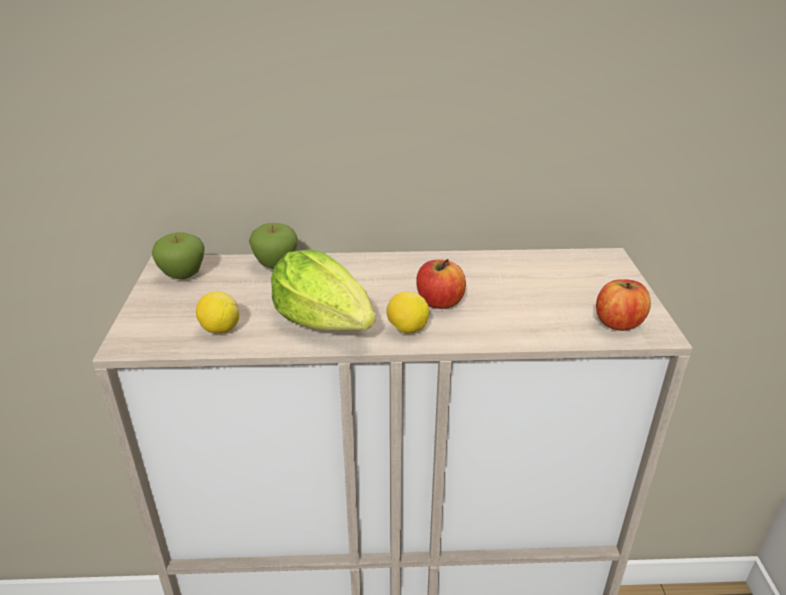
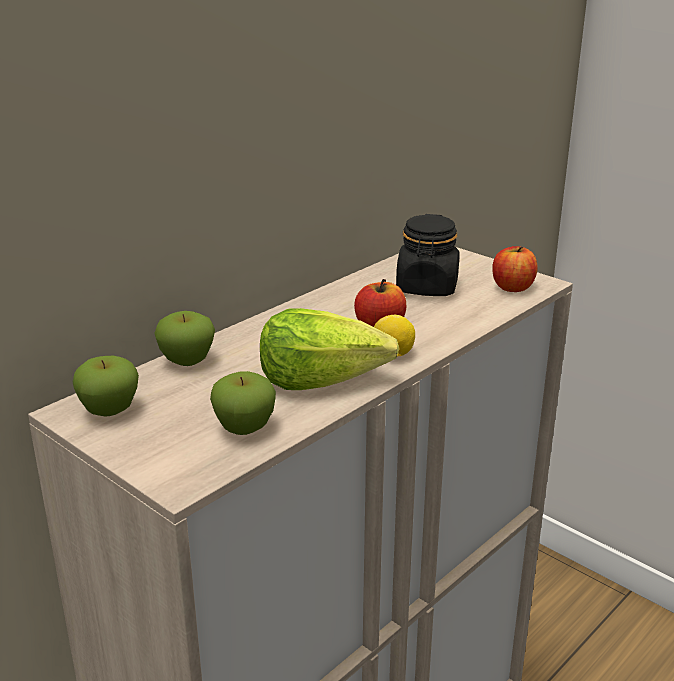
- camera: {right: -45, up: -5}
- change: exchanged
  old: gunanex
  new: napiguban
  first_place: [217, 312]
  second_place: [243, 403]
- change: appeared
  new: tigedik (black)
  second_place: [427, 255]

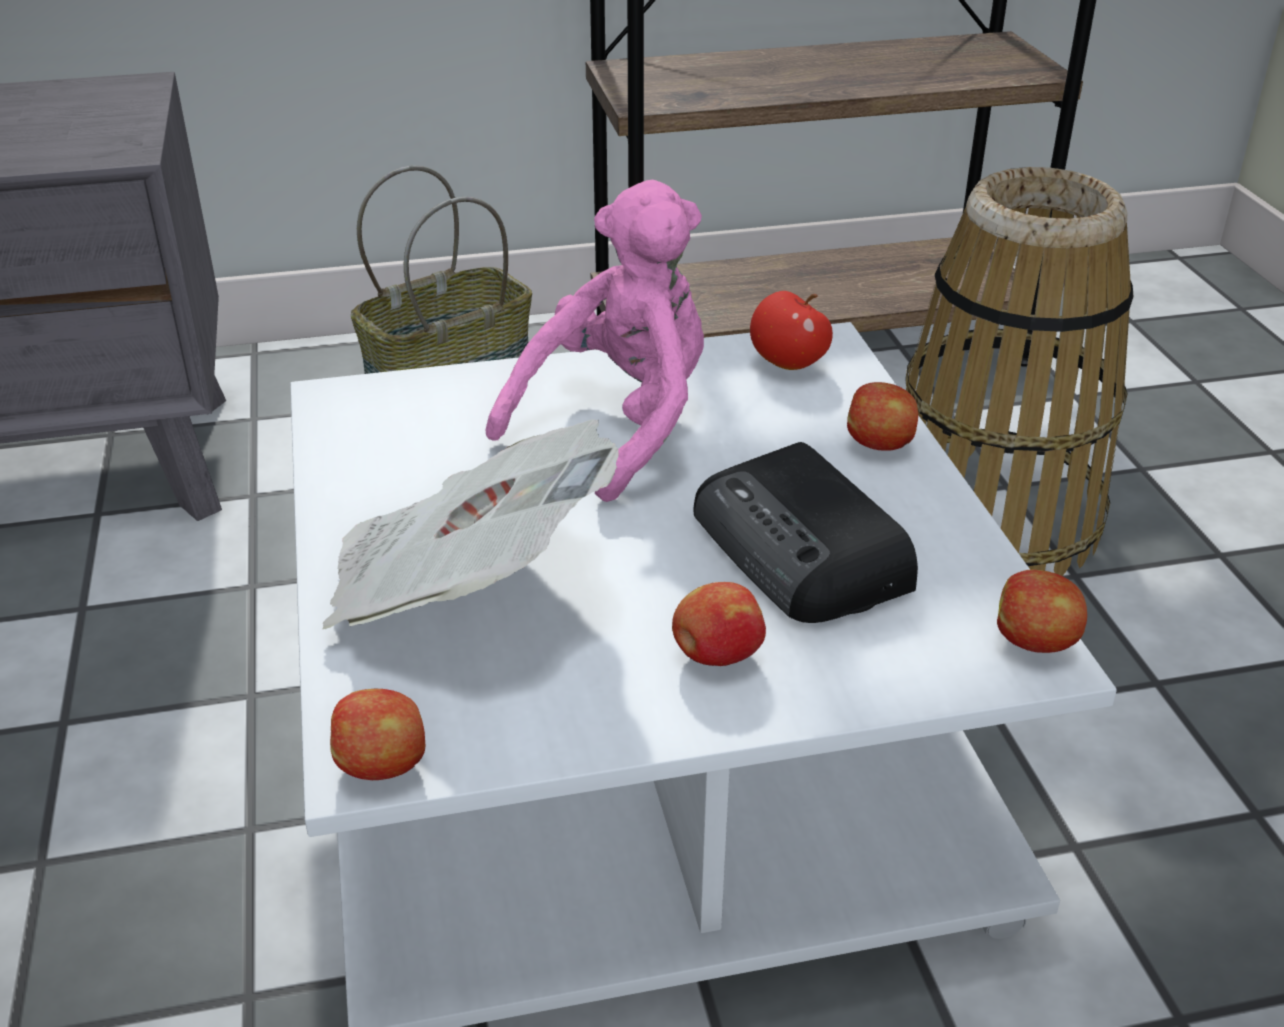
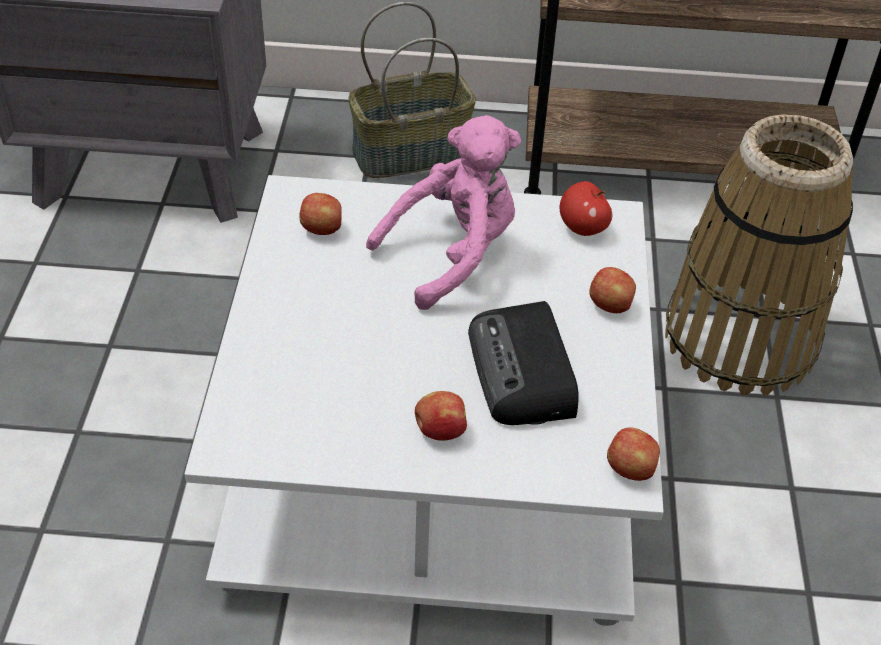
- camera: {right: 15, up: 10}
- change: relocated
  old: napiguban
  first_place: [378, 734]
  second_place: [320, 214]
- change: missing
  old: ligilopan
  first_place: [470, 524]

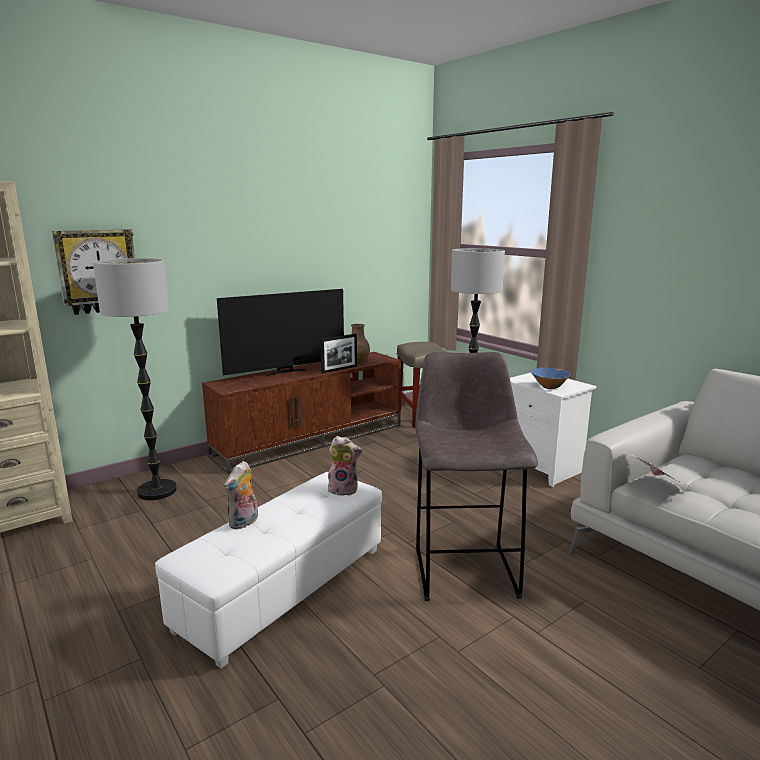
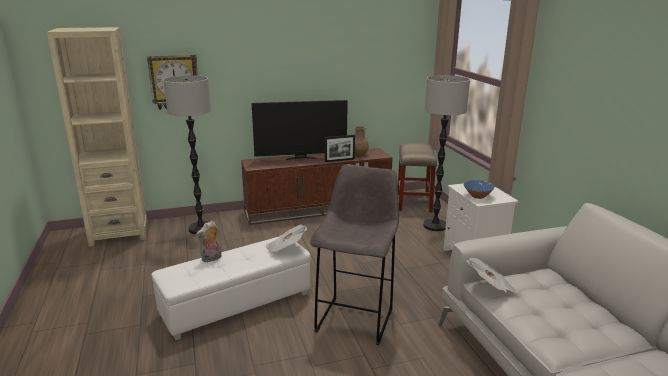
- camera: {right: 20, up: 5}
- change: exchanged
  old: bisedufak
  new: ligilopan
  first_place: [345, 466]
  second_place: [286, 239]

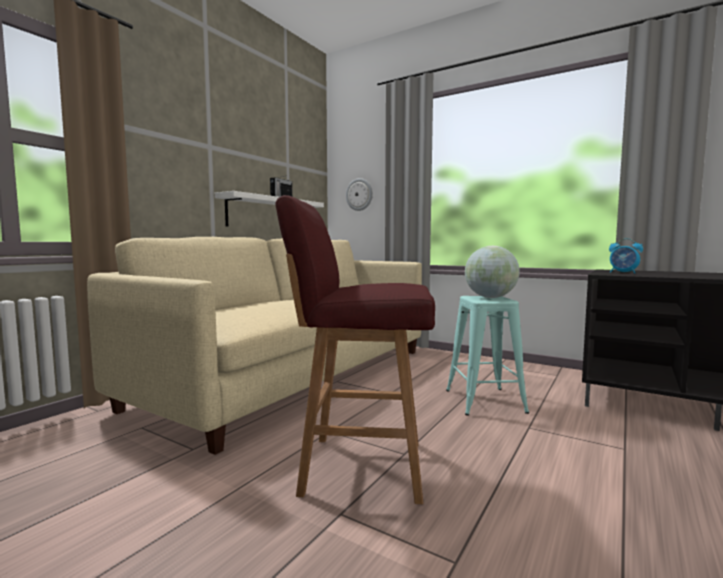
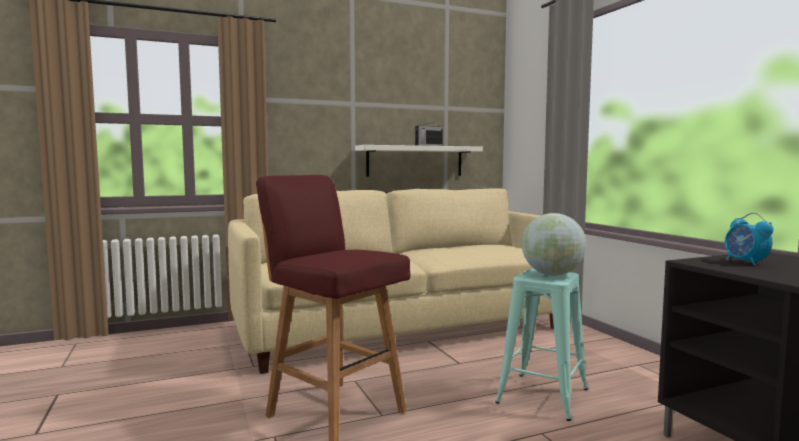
- camera: {right: 35, up: 0}
- change: missing
  old: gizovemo
  first_place: [359, 194]

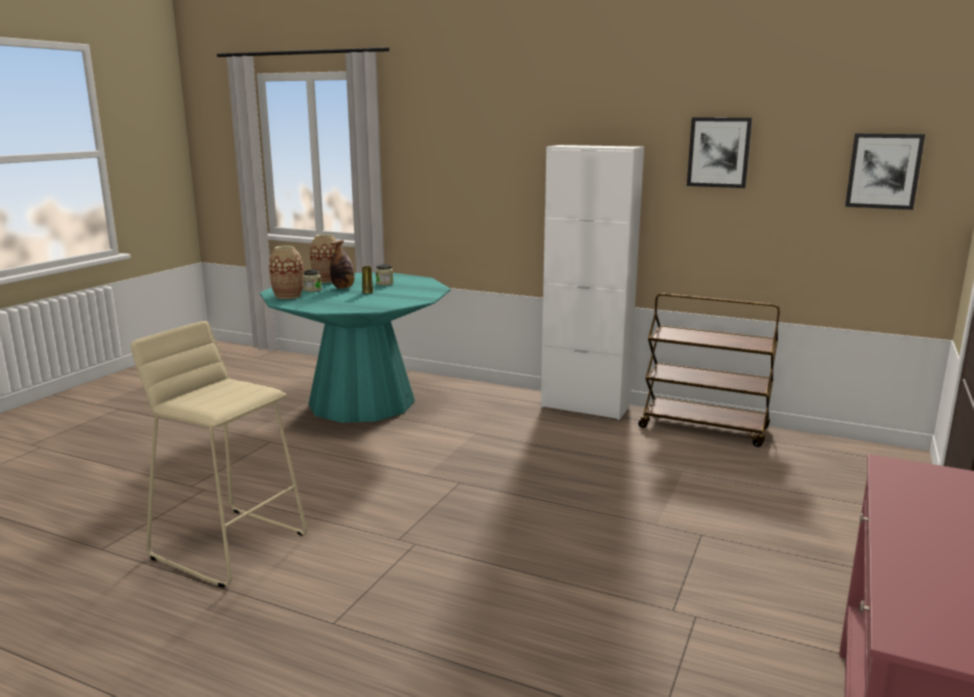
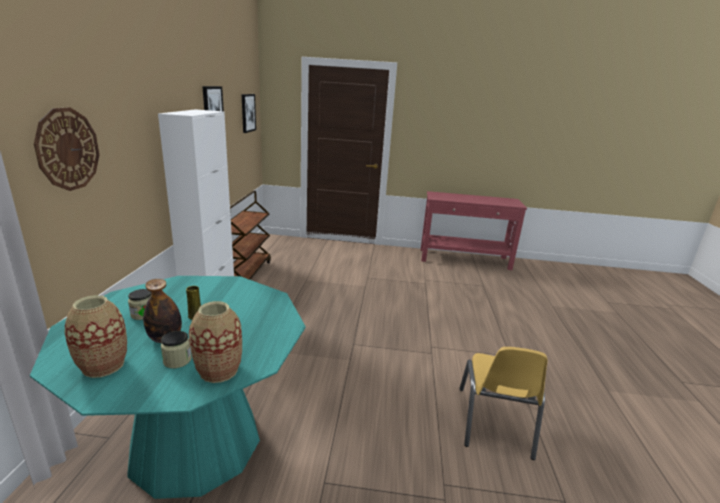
- camera: {right: -110, up: 5}
- change: appeared
  new: gizovemo
  second_place: [67, 149]
- change: exchanged
  old: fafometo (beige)
  new: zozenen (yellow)
  first_place: [219, 454]
  second_place: [504, 403]

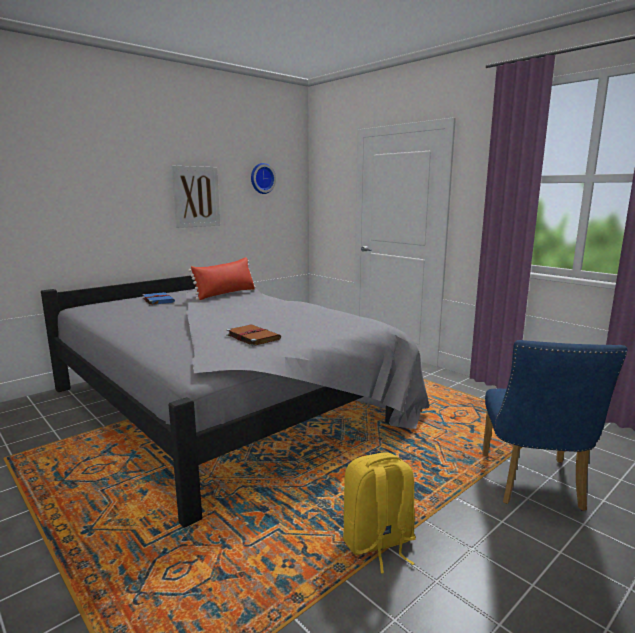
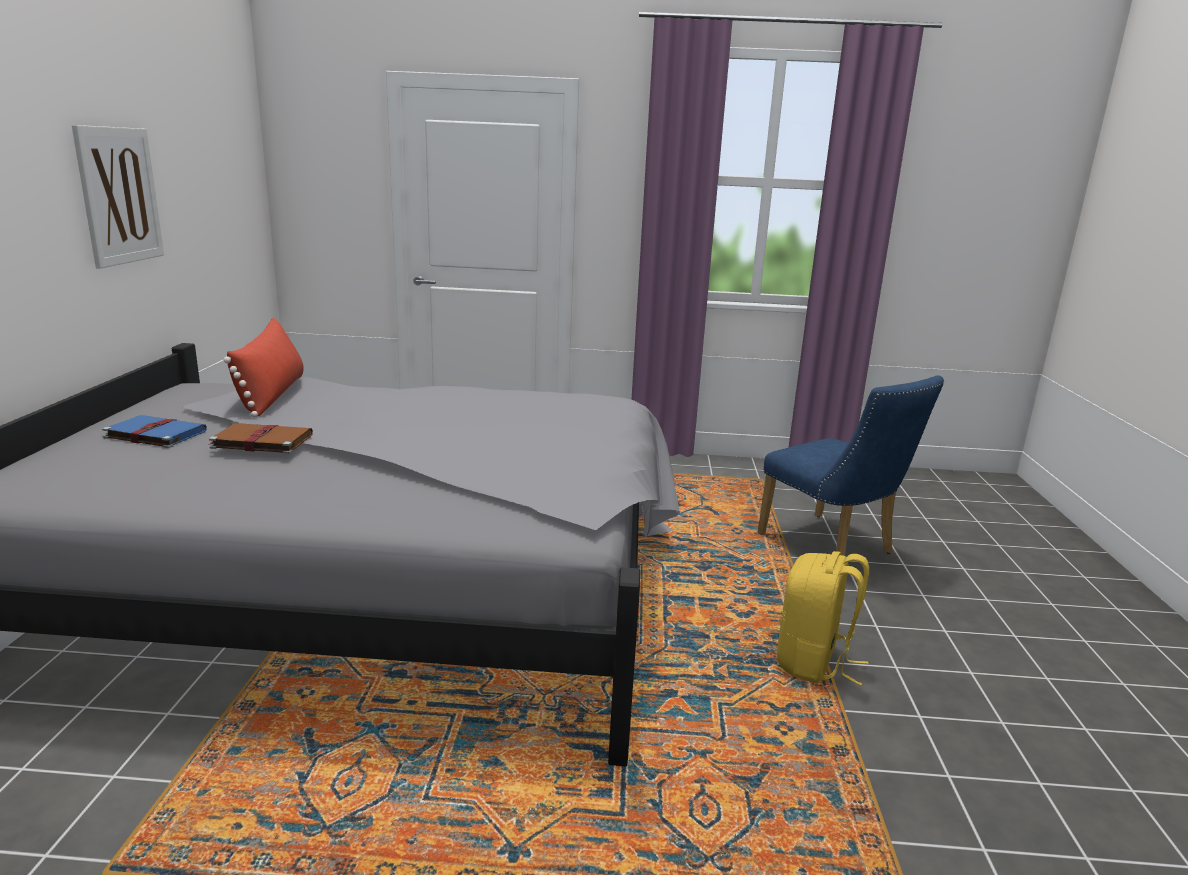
- camera: {right: -45, up: 5}
- change: relocated
  old: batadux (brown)
  first_place: [253, 336]
  second_place: [261, 438]
- change: missing
  old: gizovemo
  first_place: [263, 178]

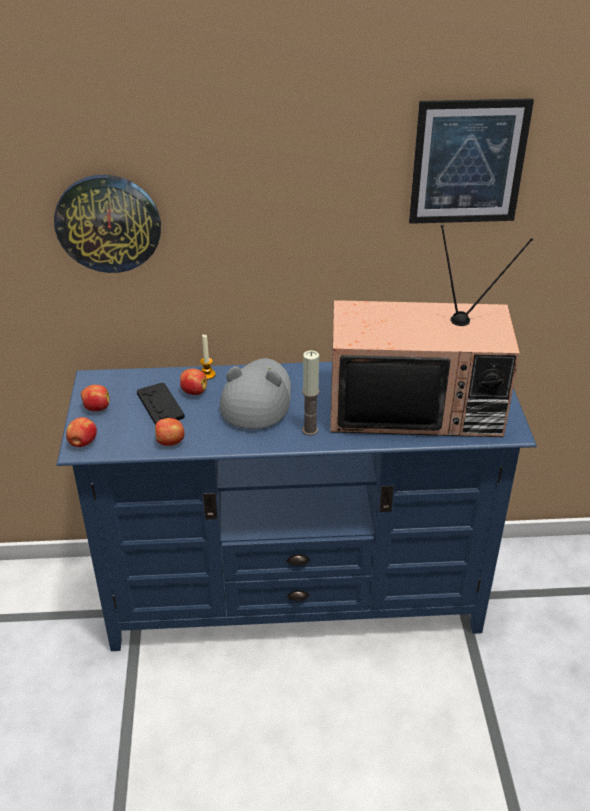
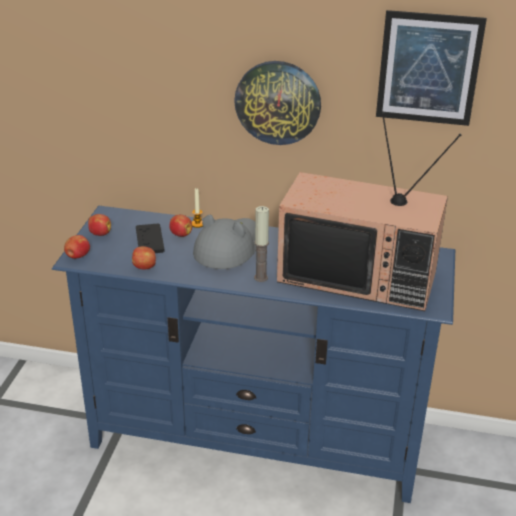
- camera: {right: 15, up: -5}
- change: relocated
  old: gizovemo
  first_place: [107, 224]
  second_place: [277, 103]

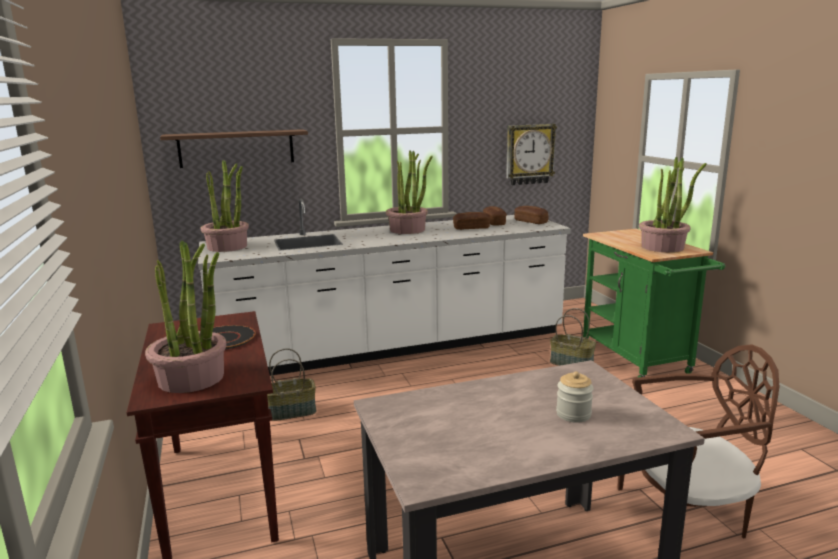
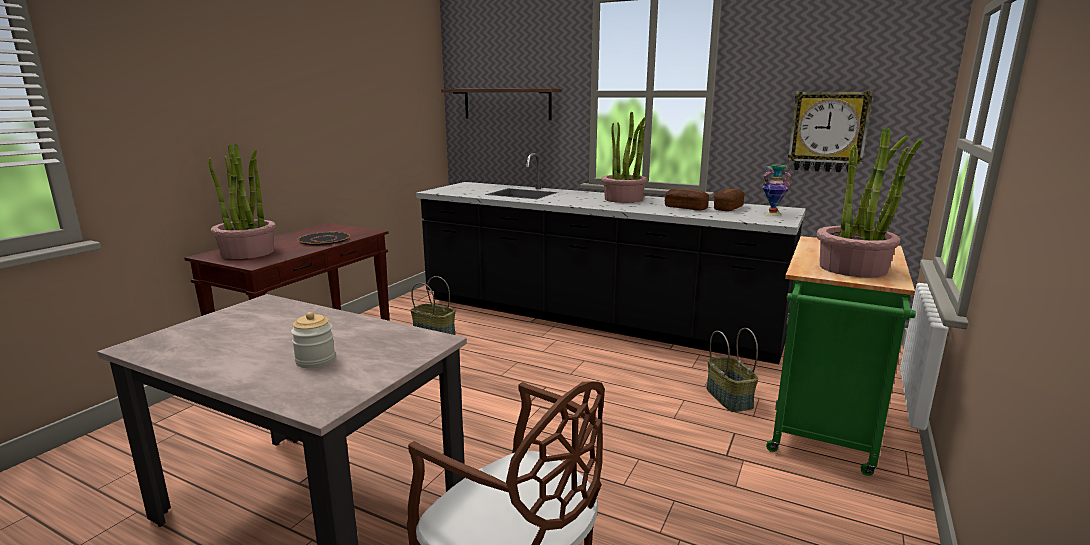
- camera: {right: 45, up: 0}
- change: colour
  old: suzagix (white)
  new: suzagix (black)
  first_place: [384, 287]
  second_place: [611, 258]
- change: exchanged
  old: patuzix
  new: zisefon
  first_place: [531, 215]
  second_place: [777, 190]
- change: missing
  old: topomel
  first_place: [225, 206]

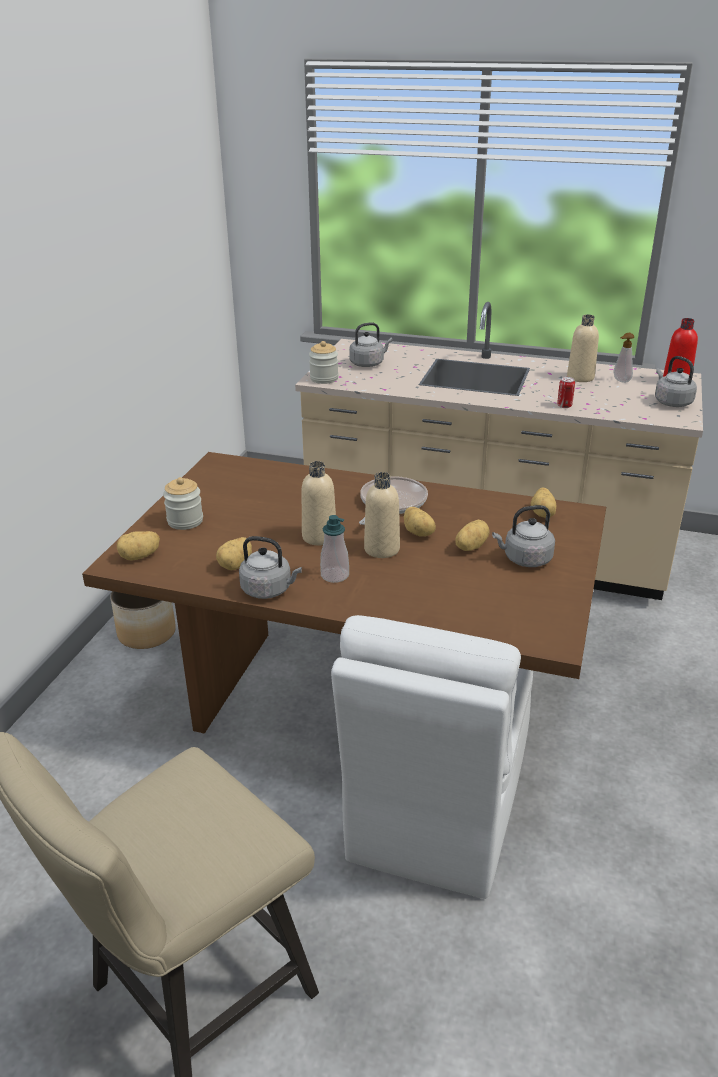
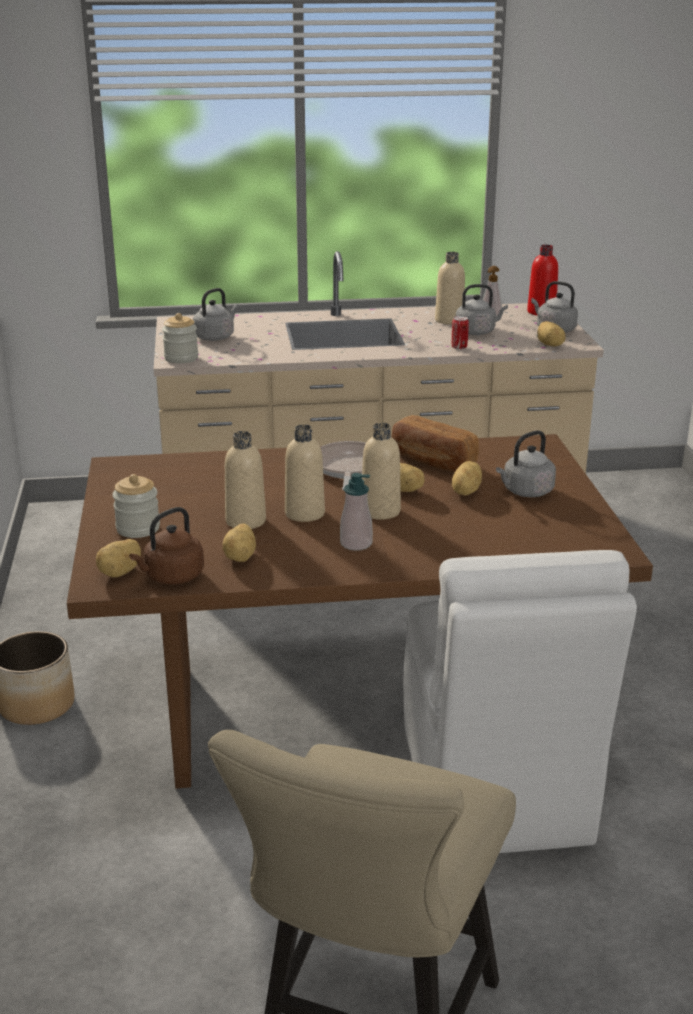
- camera: {right: -25, up: -5}
- change: appeared
  new: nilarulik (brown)
  second_place: [166, 546]
- change: appeared
  new: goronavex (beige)
  second_place: [245, 480]
- change: appeared
  new: patuzix
  second_place: [435, 443]
- change: relocated
  old: nilarulik (grey)
  first_place: [270, 567]
  second_place: [482, 309]
- change: relocated
  old: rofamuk
  first_place: [543, 503]
  second_place: [551, 334]

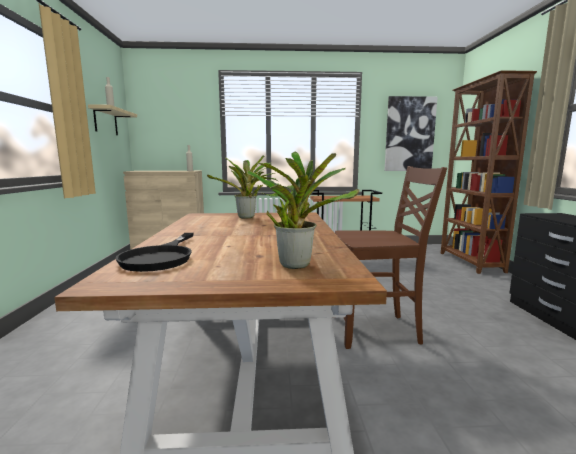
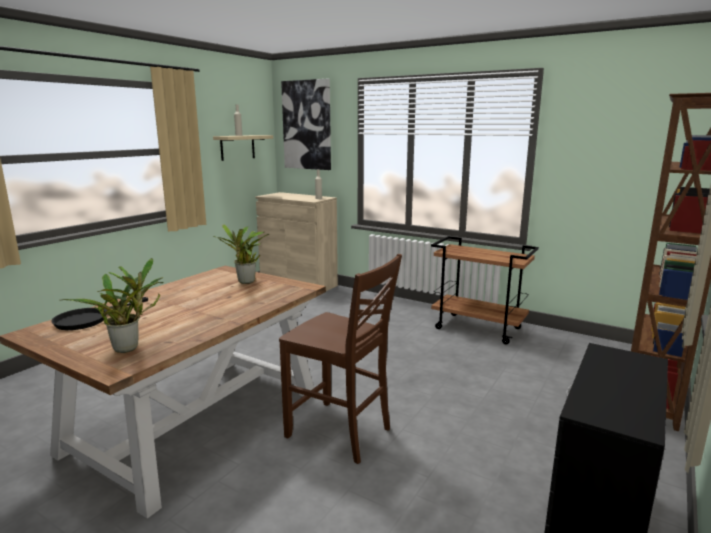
- camera: {right: 35, up: 5}
- change: relocated
  old: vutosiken
  first_place: [411, 133]
  second_place: [306, 124]

